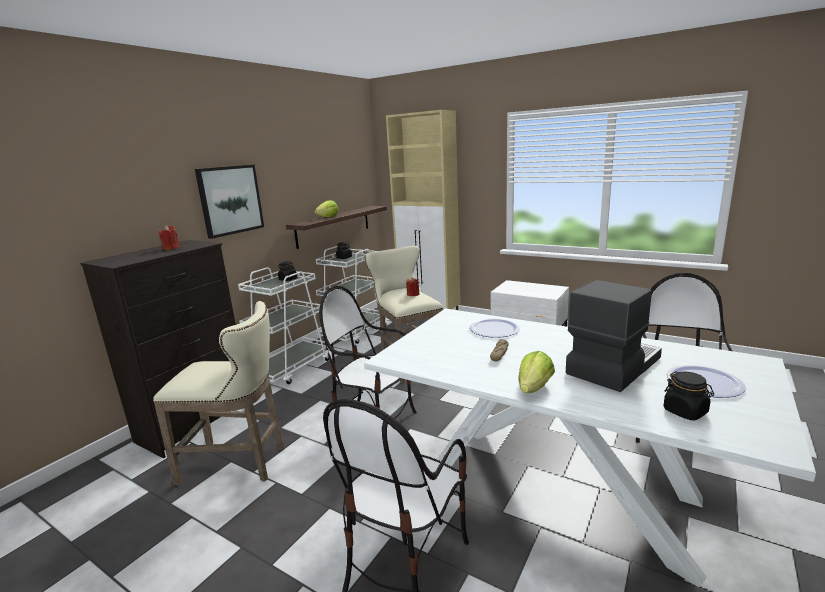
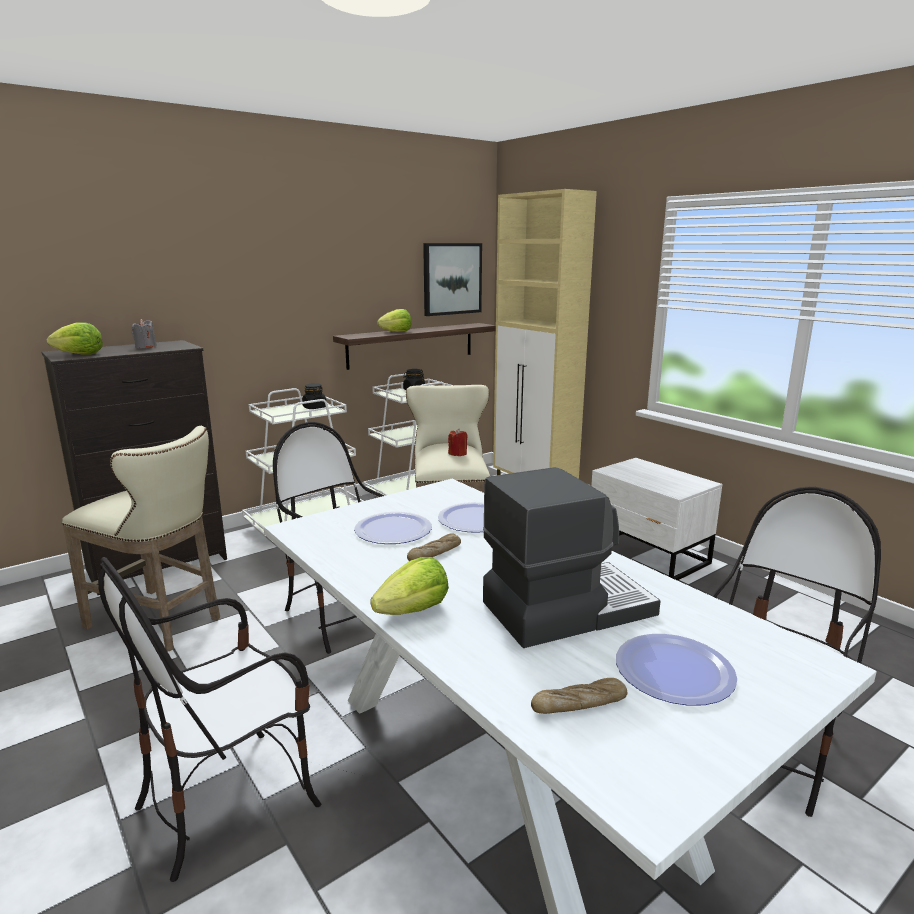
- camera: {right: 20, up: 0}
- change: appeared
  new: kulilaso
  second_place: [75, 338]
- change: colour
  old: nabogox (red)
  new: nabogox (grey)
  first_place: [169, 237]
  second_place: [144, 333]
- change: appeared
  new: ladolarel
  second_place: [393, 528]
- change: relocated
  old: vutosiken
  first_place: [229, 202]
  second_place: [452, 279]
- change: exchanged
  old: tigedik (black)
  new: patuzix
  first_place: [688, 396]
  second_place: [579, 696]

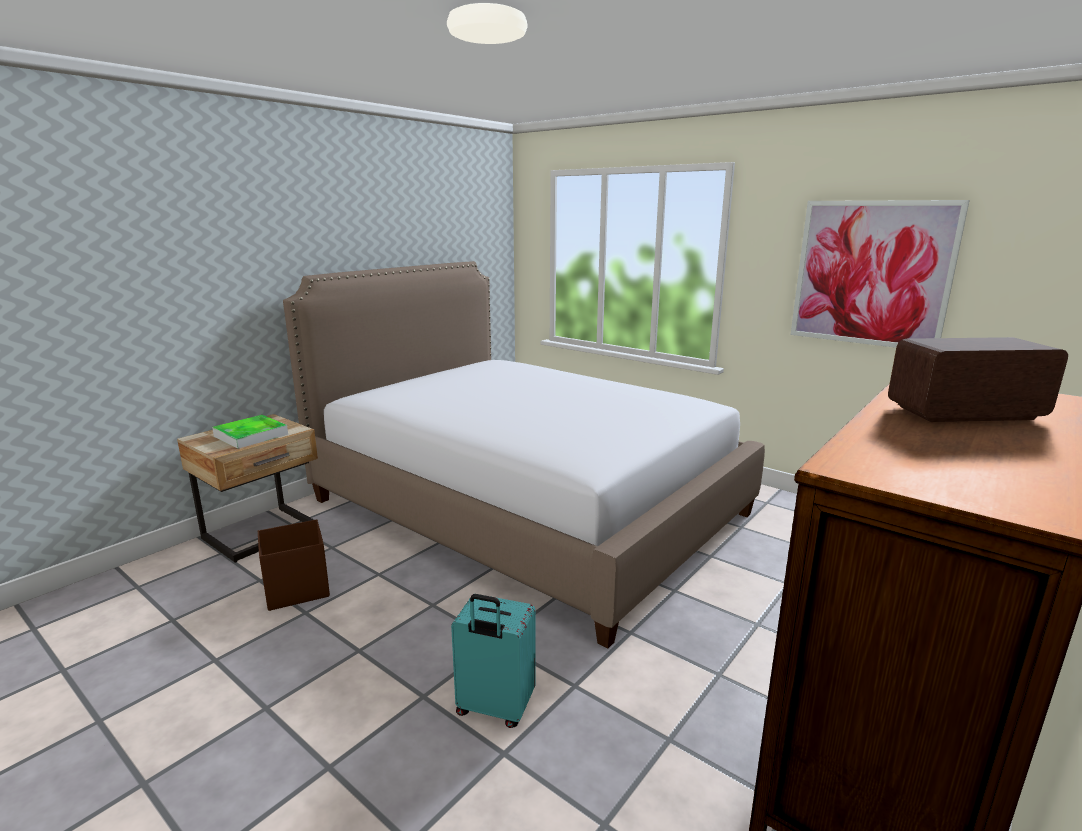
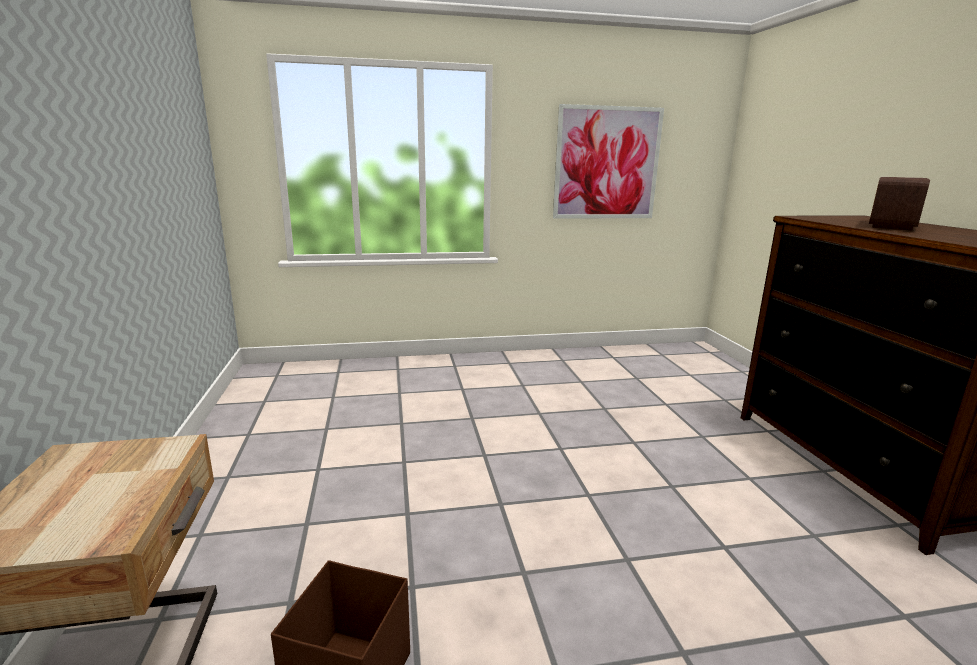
- camera: {right: -50, up: 0}
- change: missing
  old: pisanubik
  first_place: [250, 432]
- change: missing
  old: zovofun
  first_place: [524, 455]
- change: missing
  old: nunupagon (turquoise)
  first_place: [493, 661]

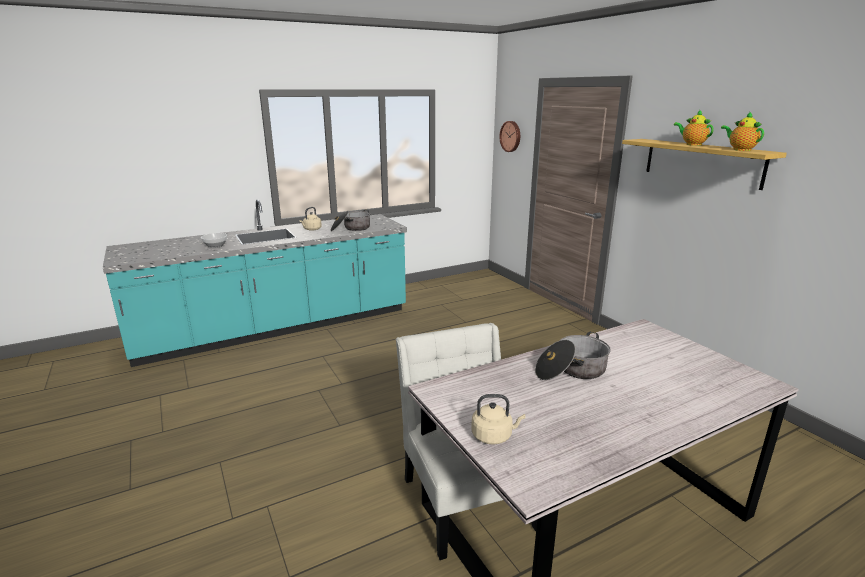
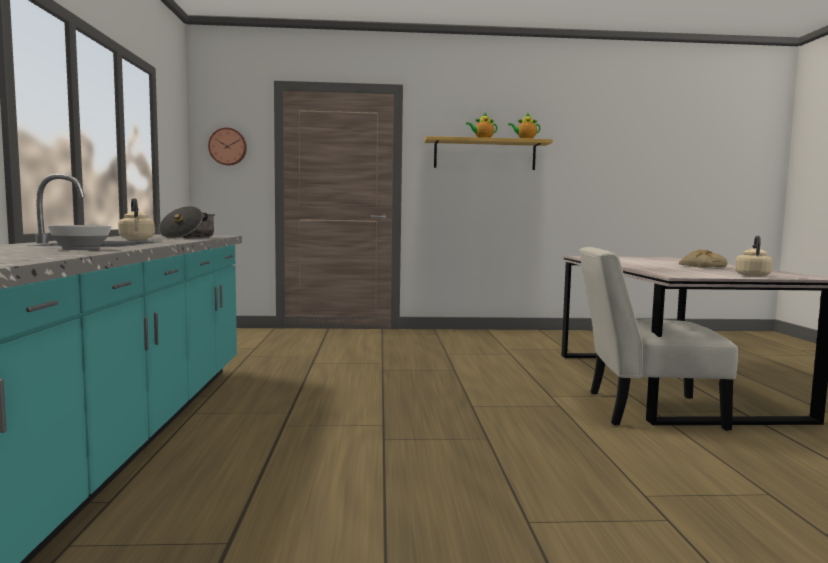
- camera: {right: -65, up: -15}
- change: appeared
  new: patuzix
  second_place: [703, 259]
- change: missing
  old: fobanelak
  first_place: [573, 356]

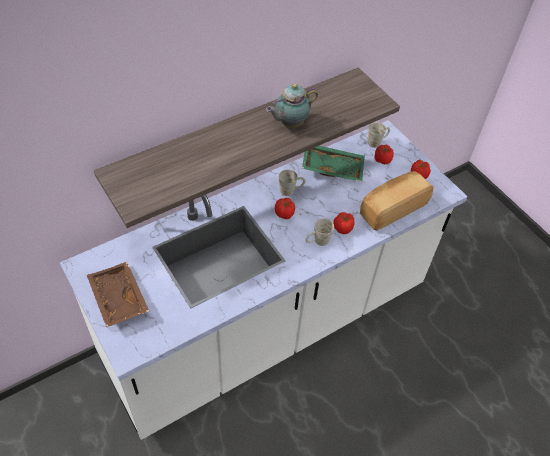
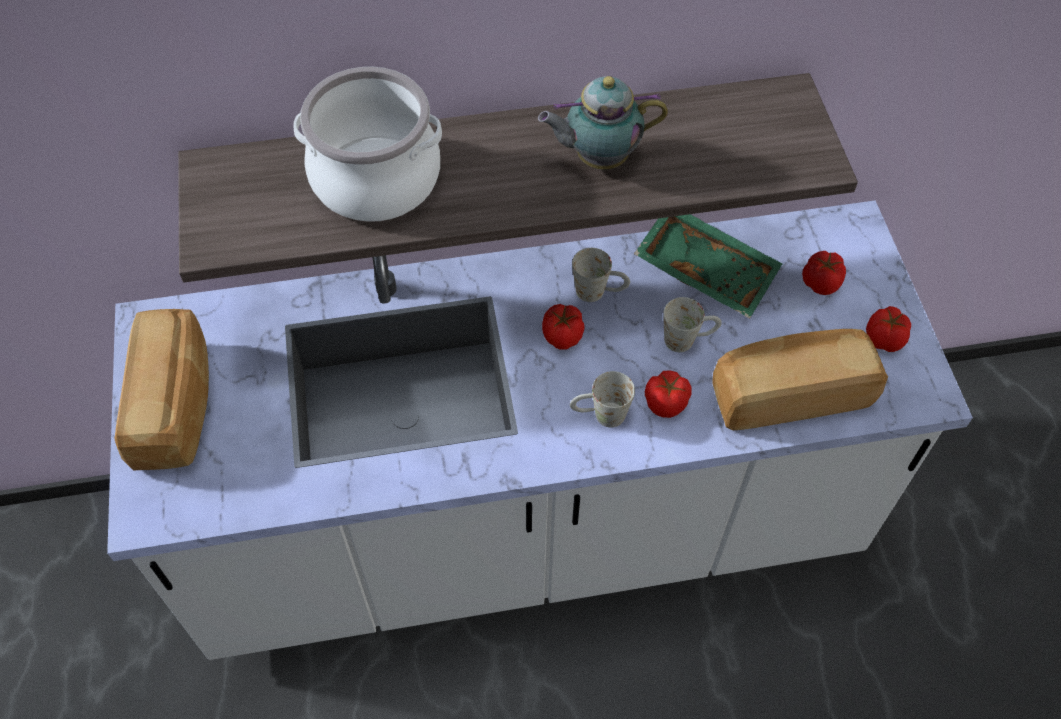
- camera: {right: 25, up: 5}
- change: exchanged
  old: pisanubik (brown)
  new: patuzix
  first_place: [118, 294]
  second_place: [162, 390]
- change: appeared
  new: fobanelak
  second_place: [367, 144]
- change: relocated
  old: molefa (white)
  first_place: [379, 135]
  second_place: [692, 324]

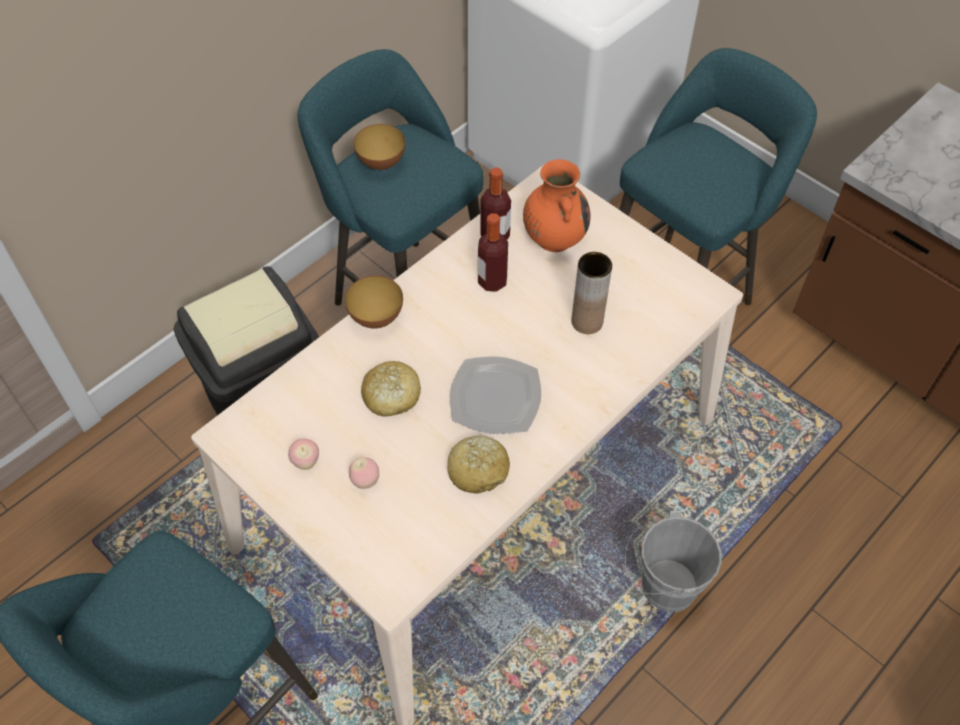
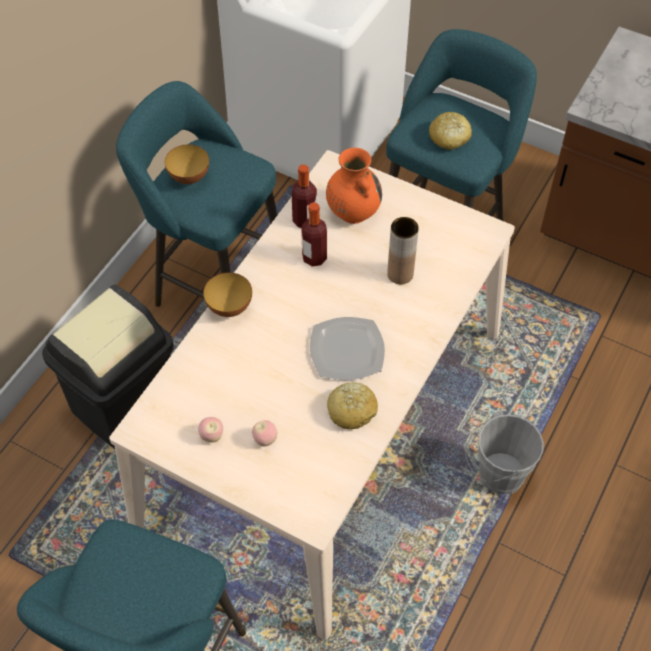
- camera: {right: -15, up: 0}
- change: relocated
  old: patuzix
  first_place: [391, 389]
  second_place: [450, 131]

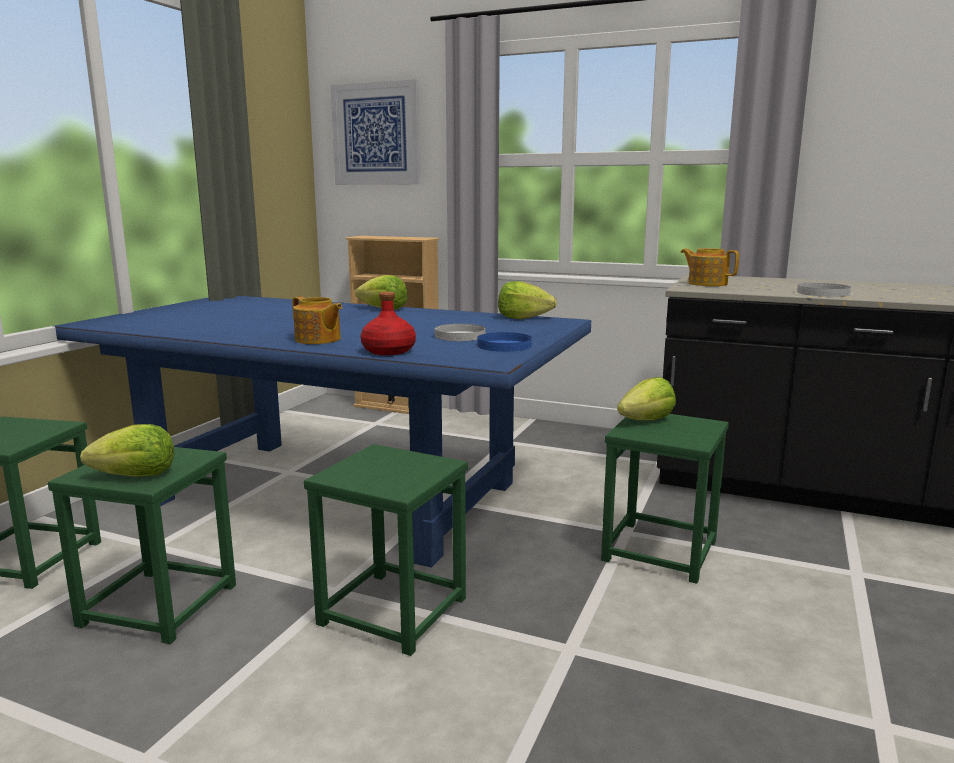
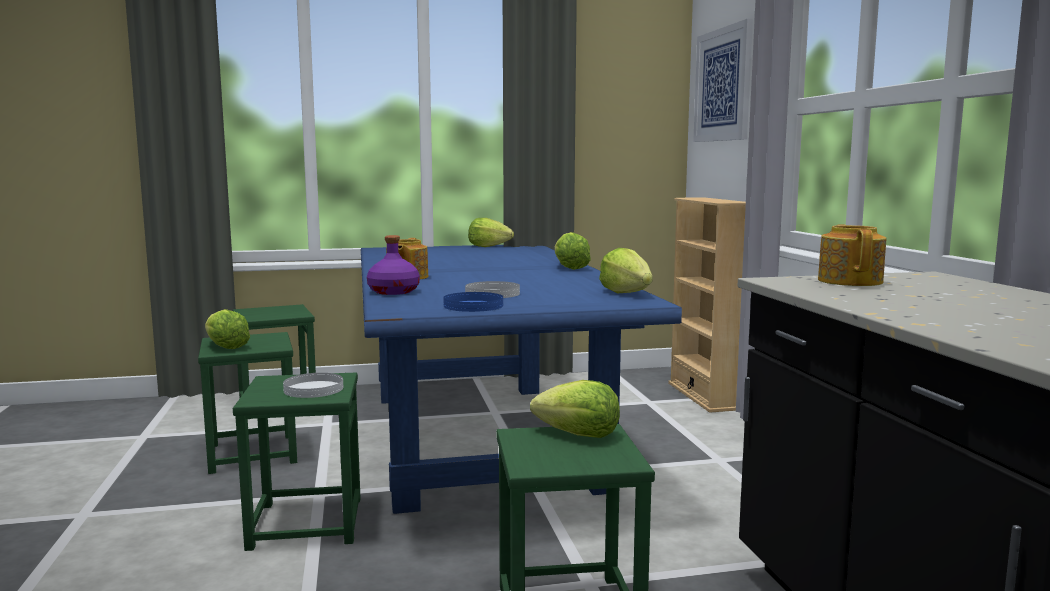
- camera: {right: 55, up: -5}
- change: relocated
  old: ladolarel (white)
  first_place: [824, 290]
  second_place: [313, 385]
- change: colour
  old: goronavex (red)
  new: goronavex (purple)
  first_place: [388, 323]
  second_place: [393, 265]
- change: appeared
  new: kulilaso
  second_place: [491, 232]

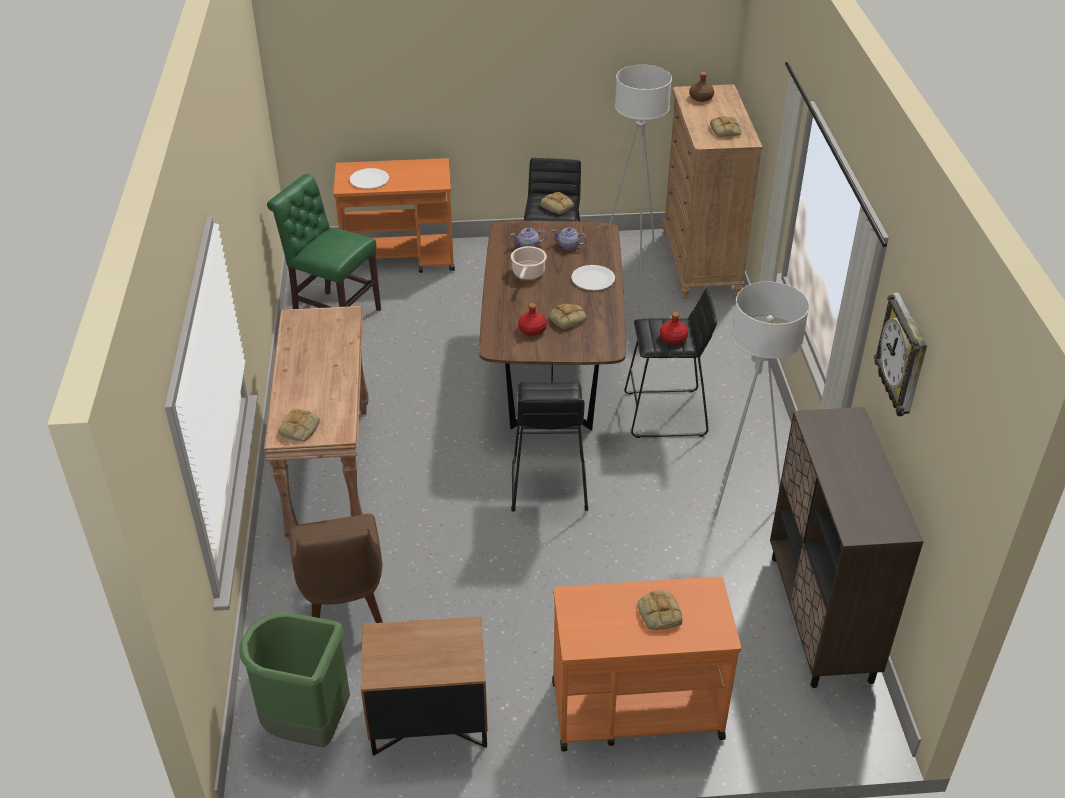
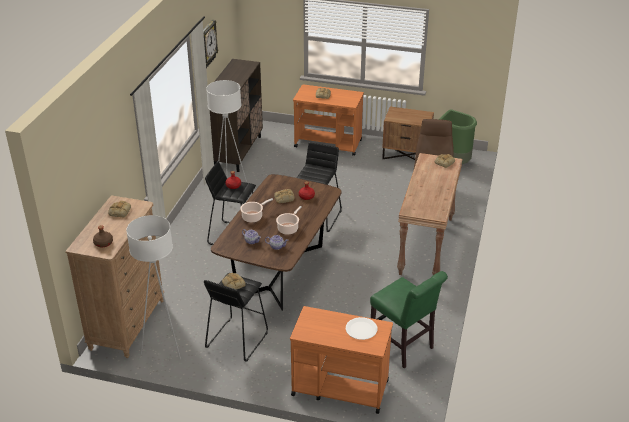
- camera: {right: -160, up: -5}
- change: exchanged
  old: ladolarel (white)
  new: fobanelak
  first_place: [593, 277]
  second_place: [256, 210]

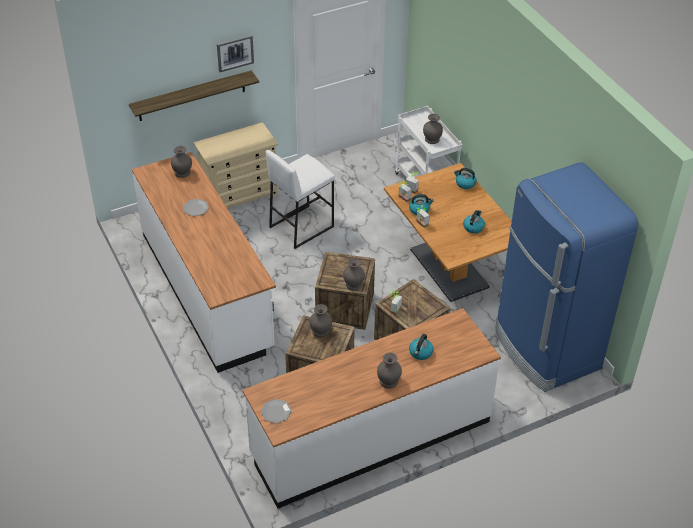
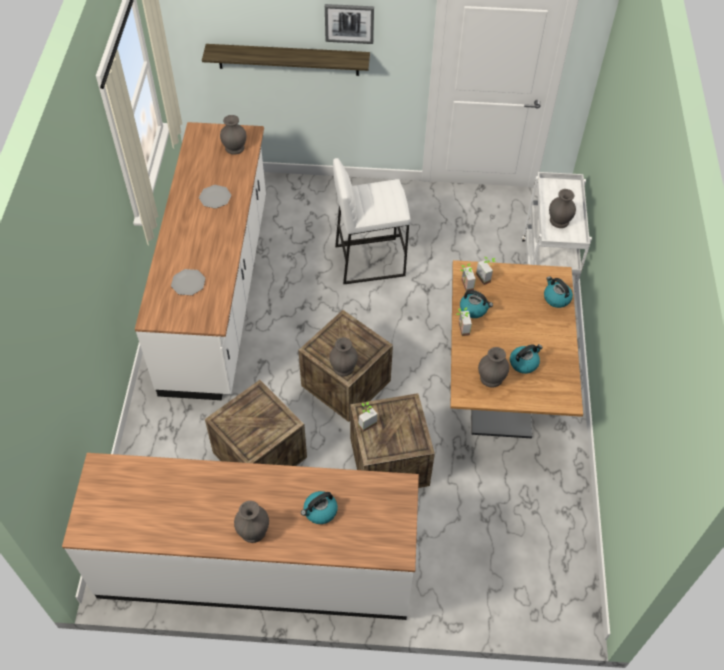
- camera: {right: 30, up: 10}
- change: relocated
  old: ladolarel
  first_place: [276, 411]
  second_place: [188, 282]
- change: relocated
  old: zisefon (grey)
  first_place: [320, 320]
  second_place: [493, 367]
- change: missing
  old: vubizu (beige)
  first_place: [235, 165]
- change: missing
  old: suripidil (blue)
  first_place: [566, 277]

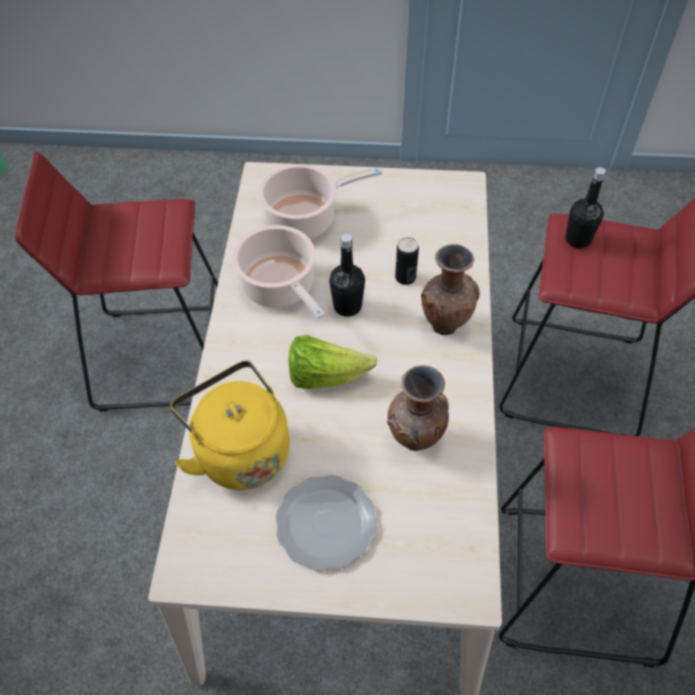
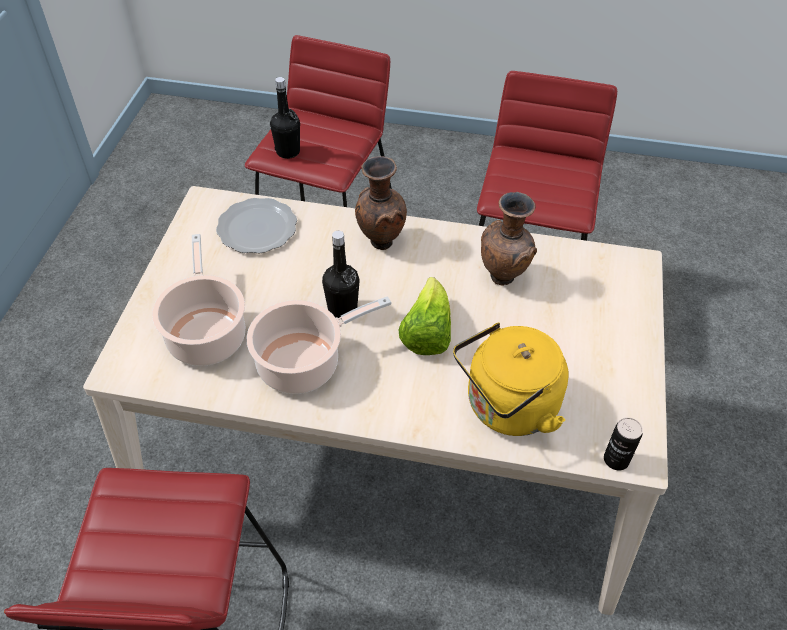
- camera: {right: -85, up: -5}
- change: relocated
  old: ladolarel
  first_place: [326, 523]
  second_place: [256, 225]
- change: relocated
  old: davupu
  first_place: [407, 261]
  second_place: [623, 444]

